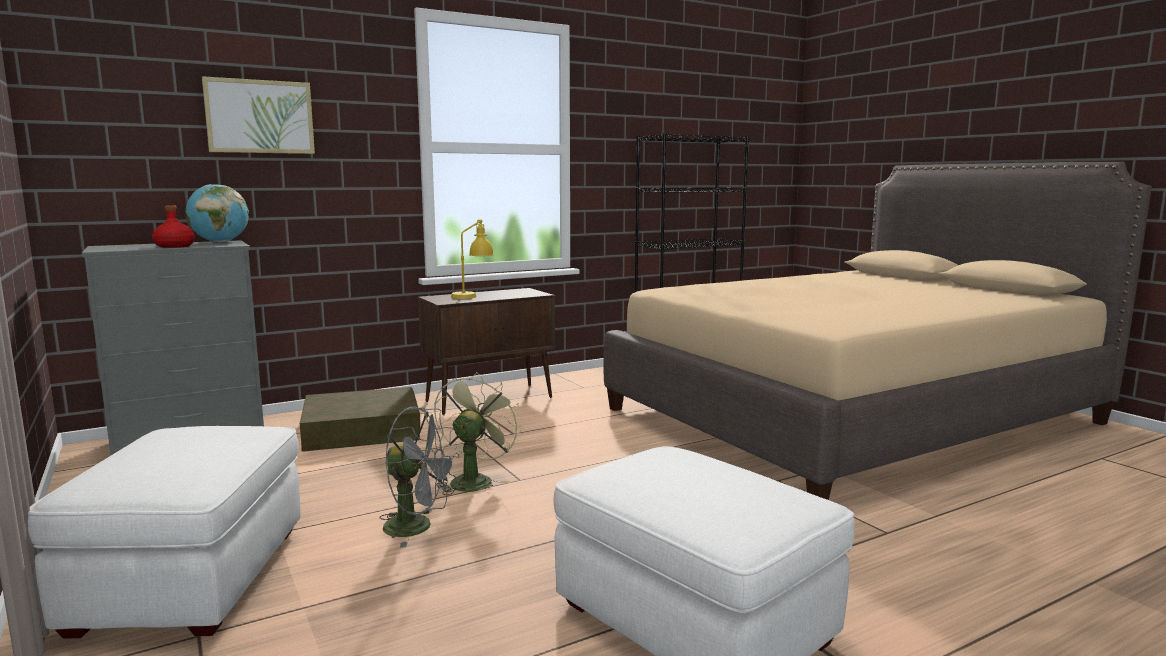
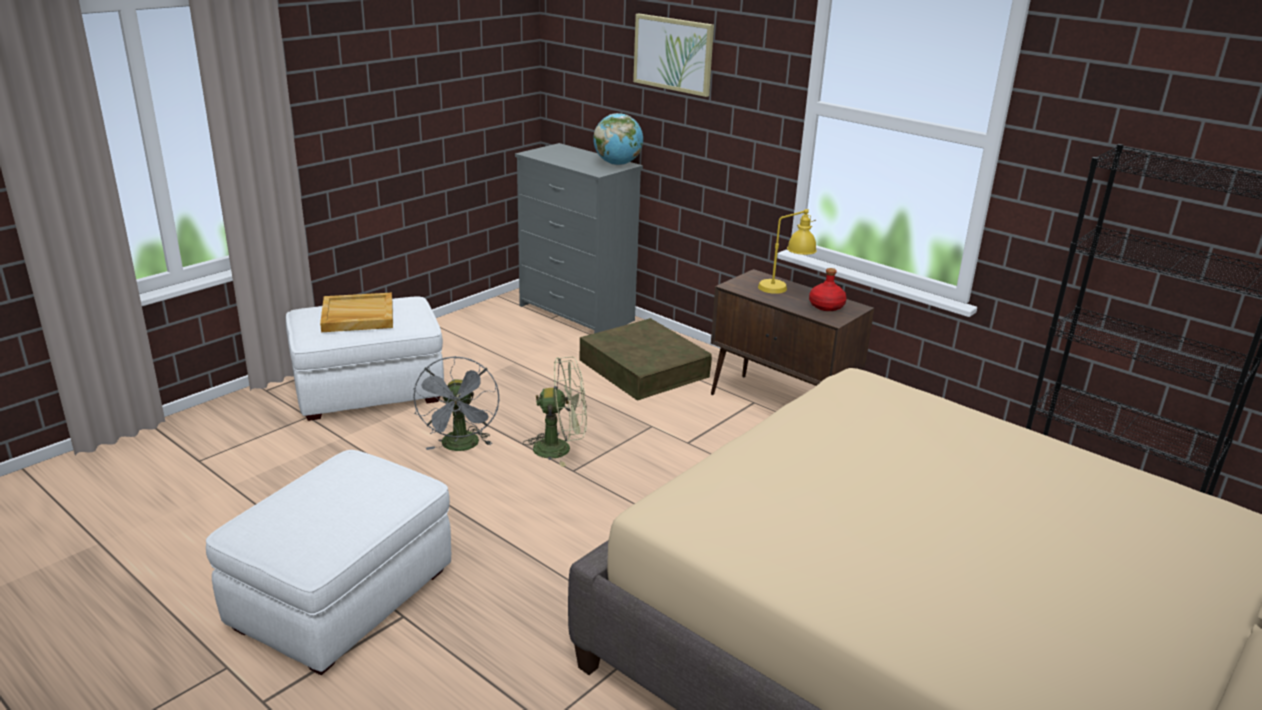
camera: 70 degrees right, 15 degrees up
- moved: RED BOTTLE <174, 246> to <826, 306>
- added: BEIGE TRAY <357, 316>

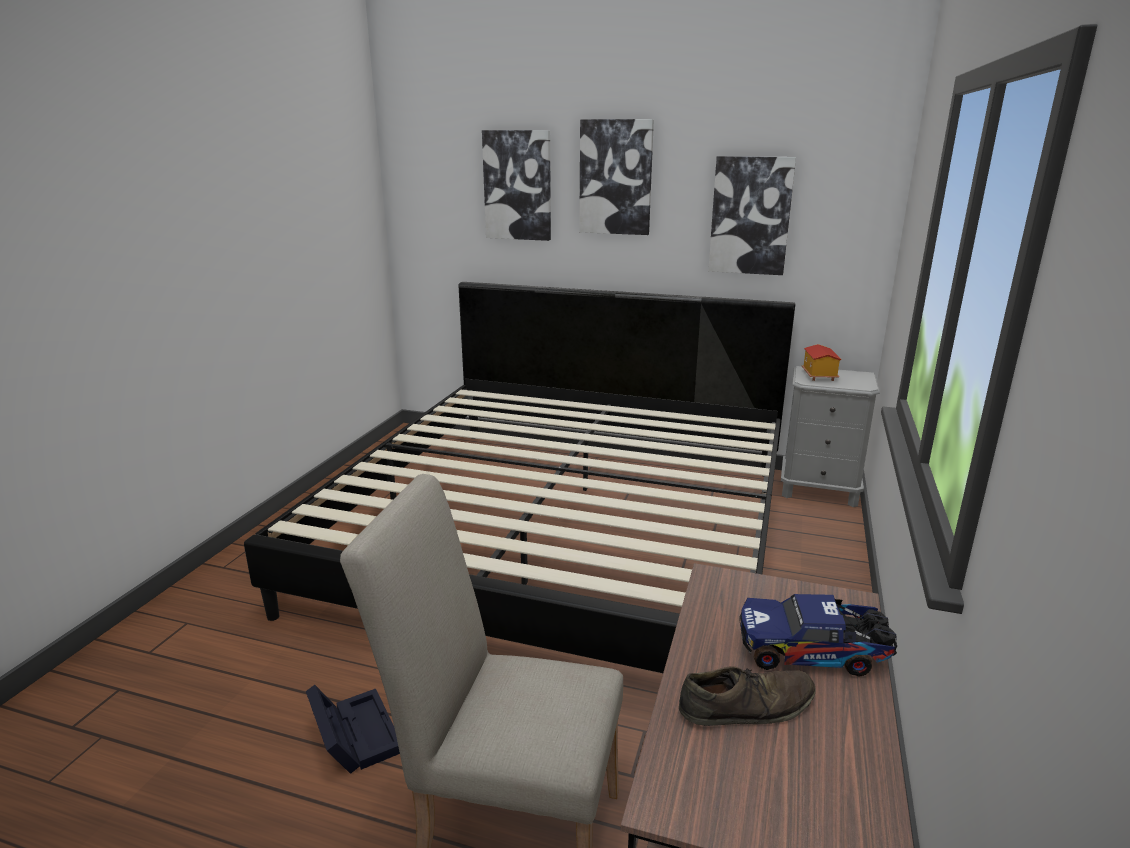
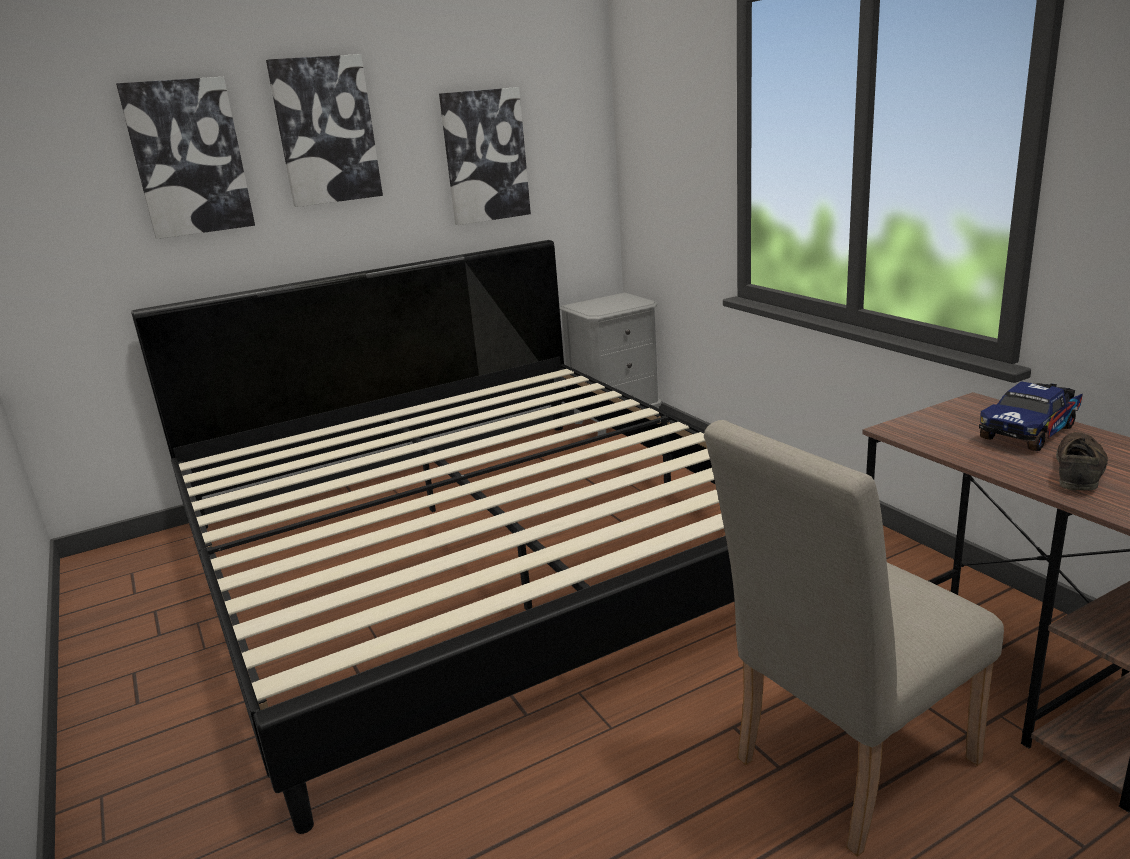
camera: 45 degrees left, 0 degrees up
- removed: TOY HOUSE <818, 375>
- removed: BLACK STORAGE BOX <354, 734>

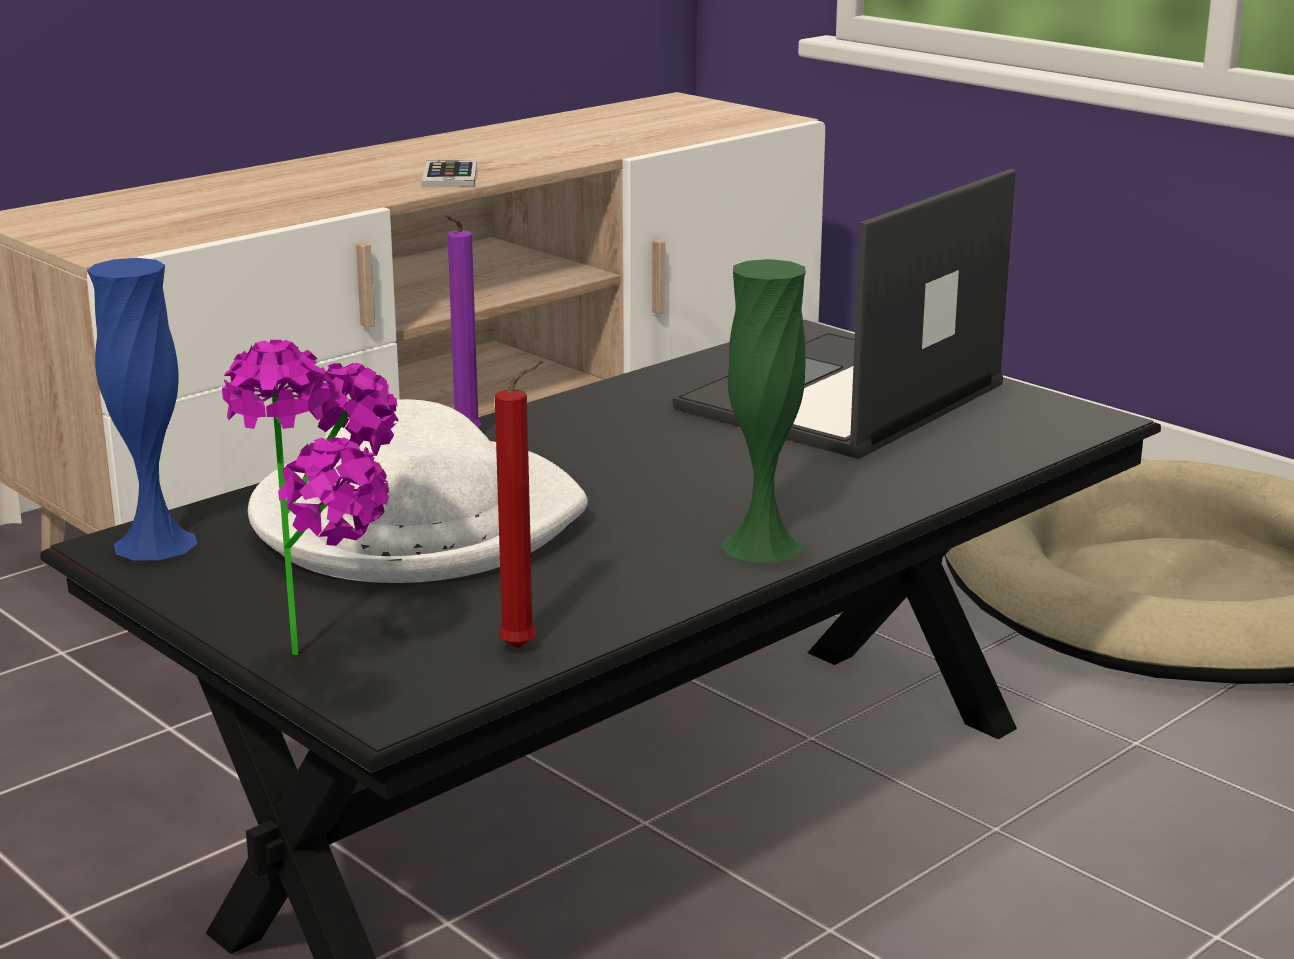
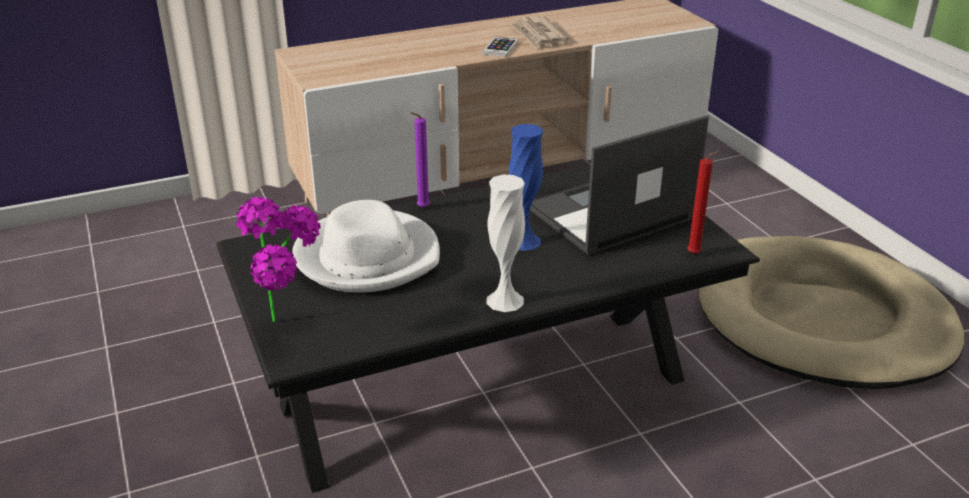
camera: 20 degrees right, 10 degrees up
- moved: BLUE VASE <155, 543> to <524, 241>
- recoloured: GREEN VASE <762, 546> to WHITE VASE <505, 300>
- moved: RED CANDLE <524, 648> to <696, 254>
- added: NEWSPAPER <538, 35>

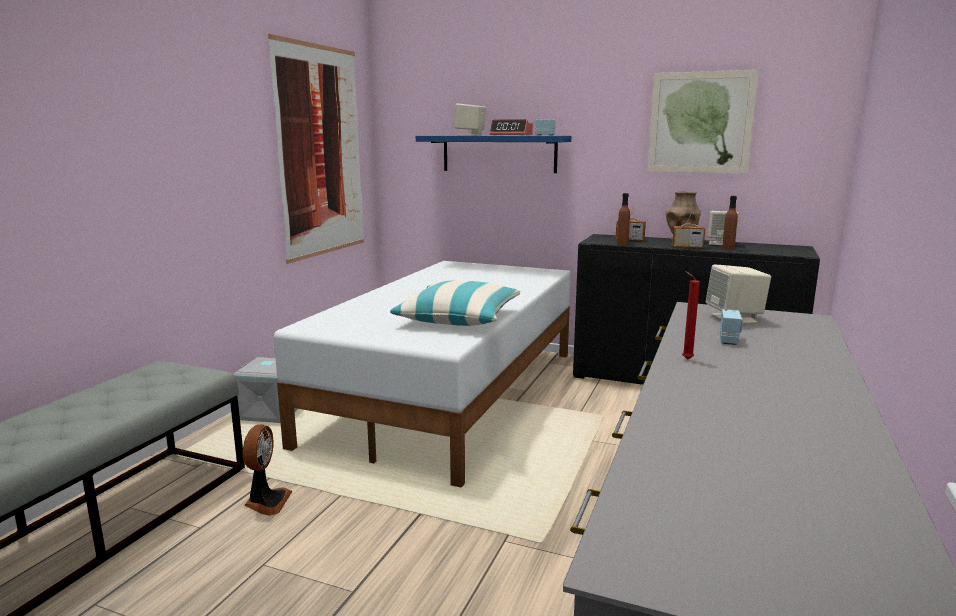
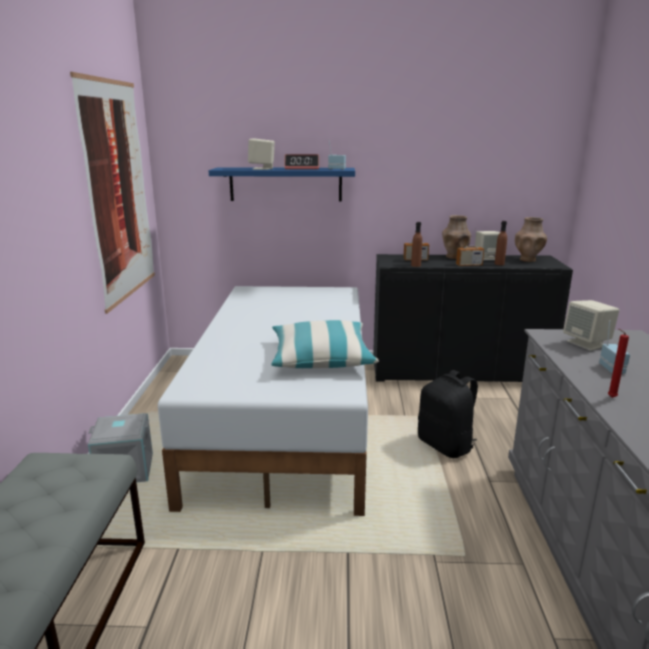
camera: 20 degrees left, 5 degrees up
- removed: PICTURE <700, 123>
- removed: FAN <266, 502>
- added: BROWN VASE <528, 260>
- added: BLACK BACKPACK <446, 445>

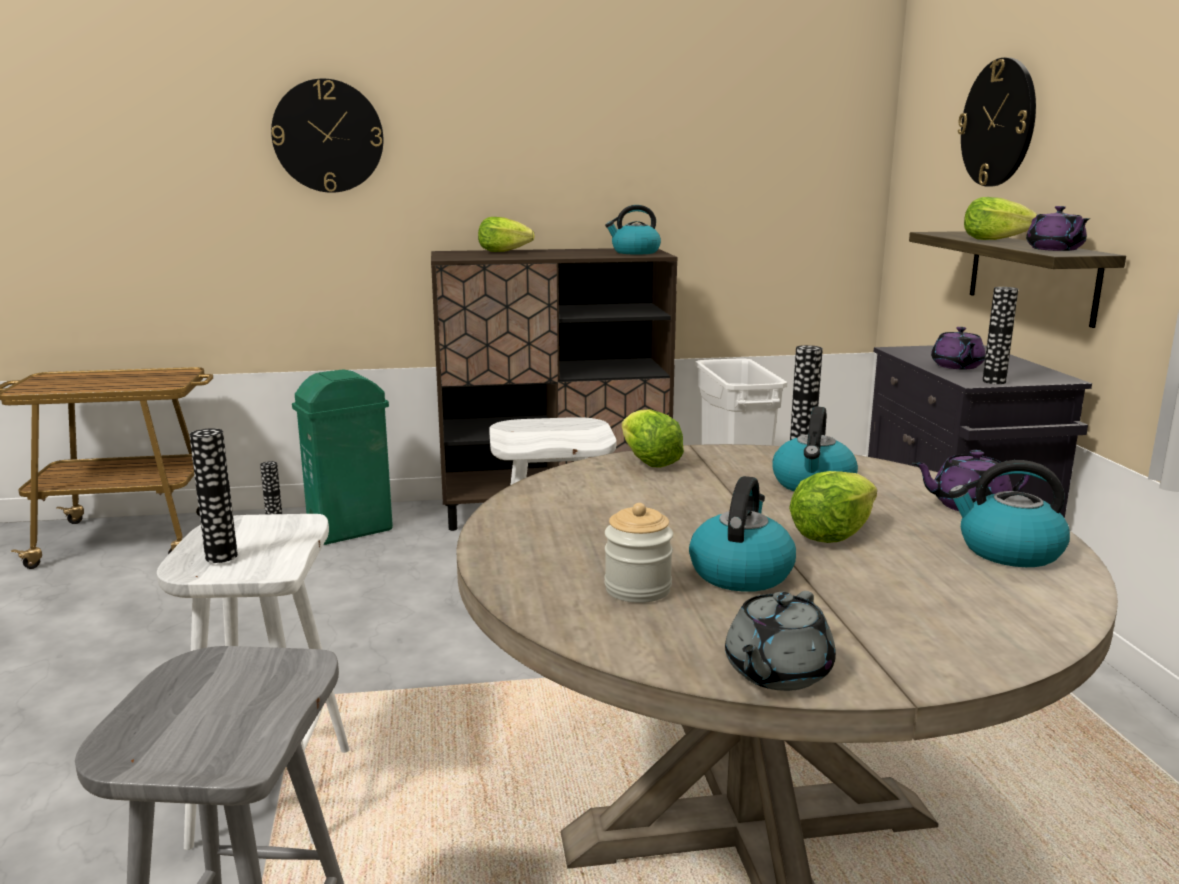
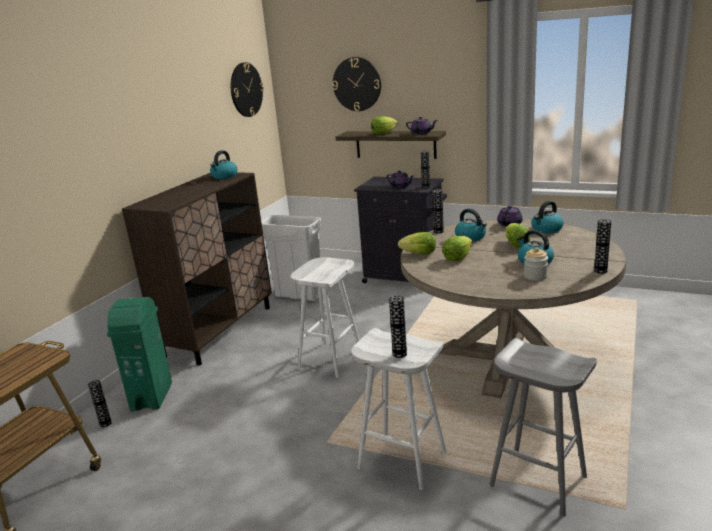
camera: 55 degrees left, 5 degrees up
- moved: WALL CLOCK <328, 136> to <246, 90>
- moved: LETTUCE <503, 252> to <457, 258>
- replaced: GREY TEAPOT <776, 672> to VASE <600, 271>

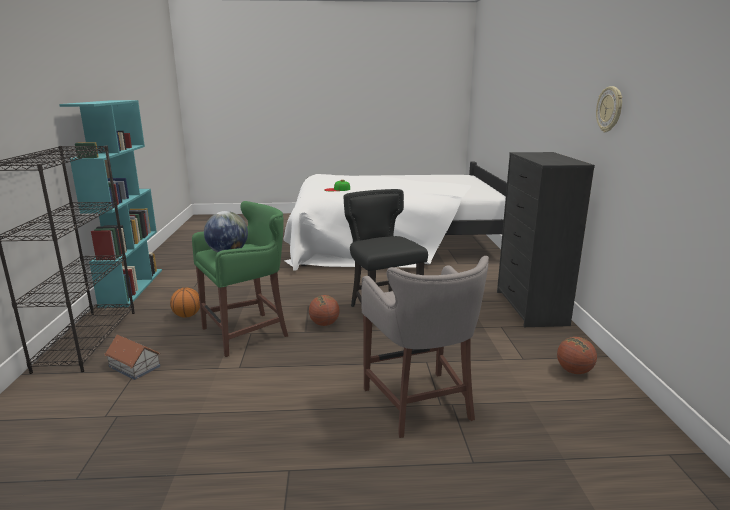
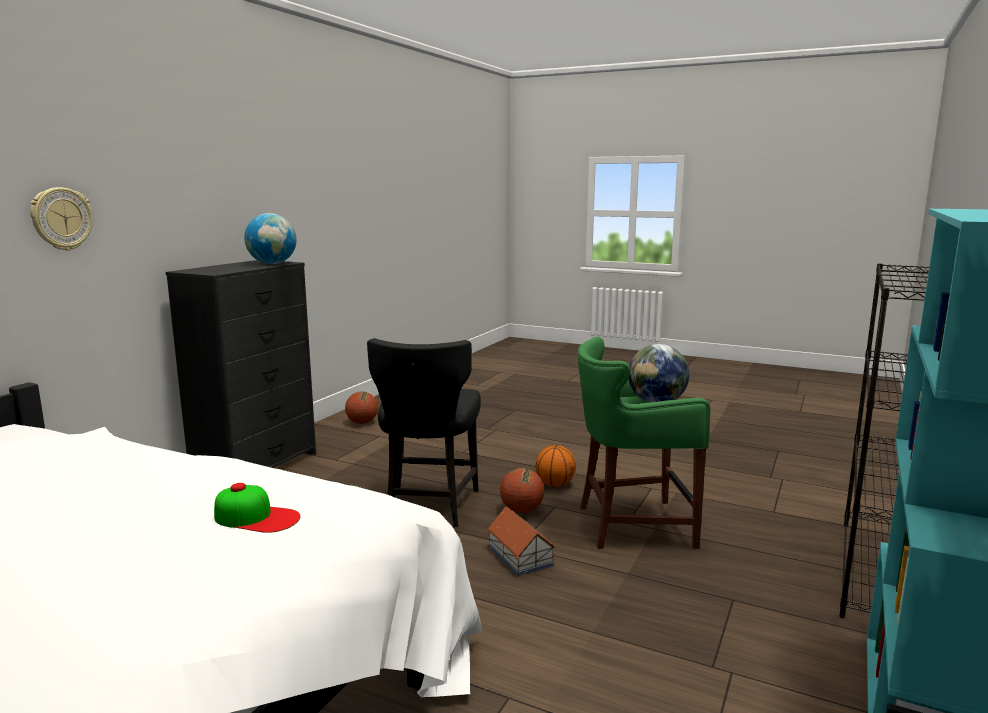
camera: 150 degrees left, 5 degrees down
- moved: WALL CLOCK <610, 109> to <61, 219>
- removed: GREY STOOL <420, 405>
- moved: BASKETBALL <187, 315> to <555, 484>
- moved: TOY HOUSE <134, 367> to <520, 556>
- added: GLOBE <272, 264>

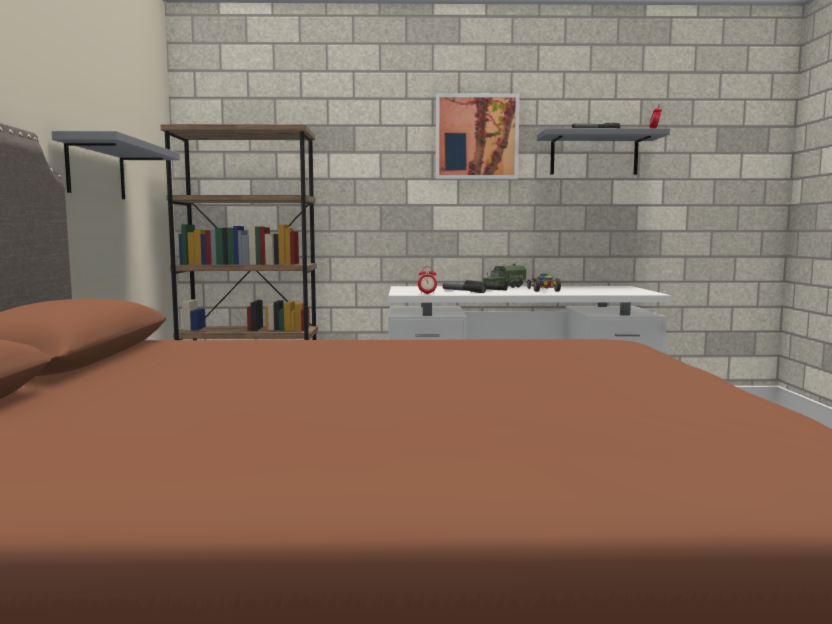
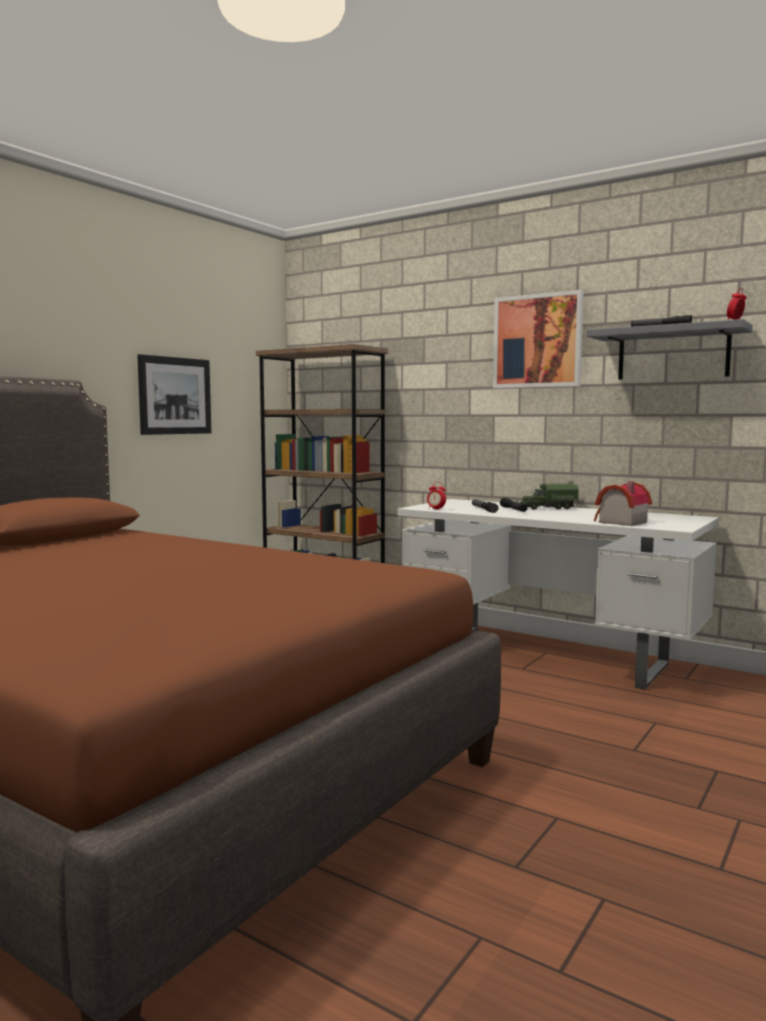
camera: 35 degrees right, 0 degrees up
- replaced: GREY SHELF <96, 169> to PICTURE <175, 395>
- removed: TOY CAR <543, 290>
- added: TOY HOUSE <619, 522>

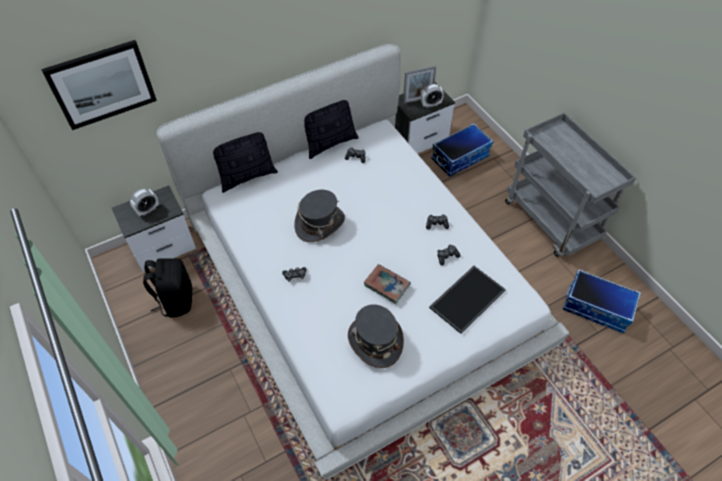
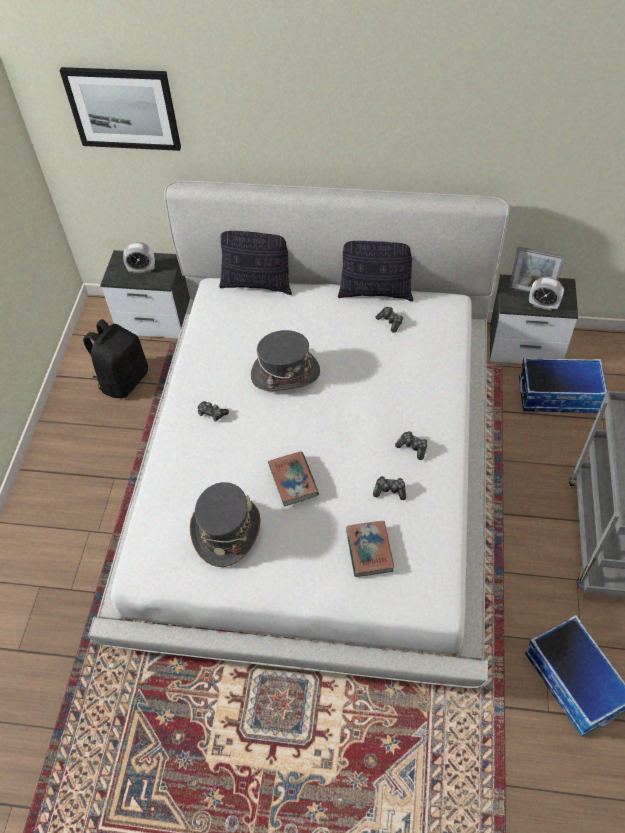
camera: 40 degrees right, 0 degrees up
- replaced: TRAY <467, 297> to BOOK <369, 550>

